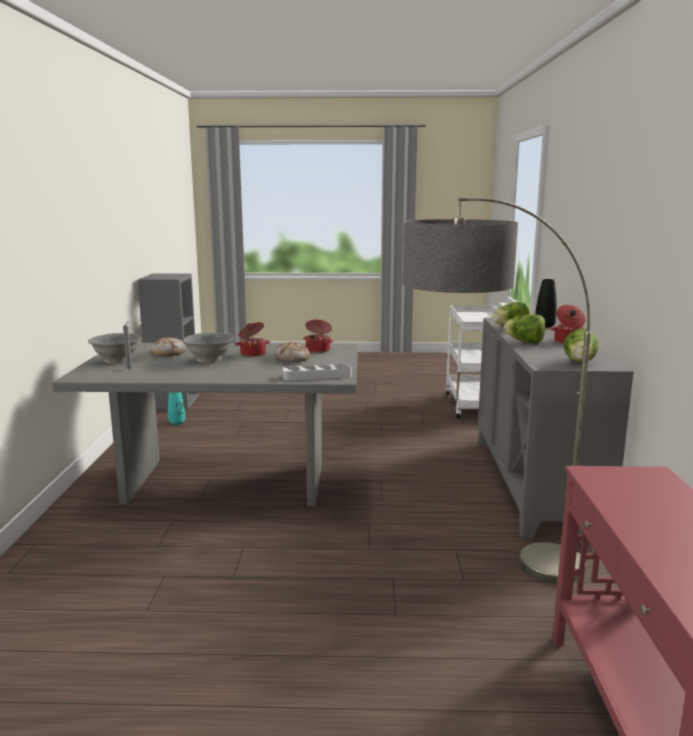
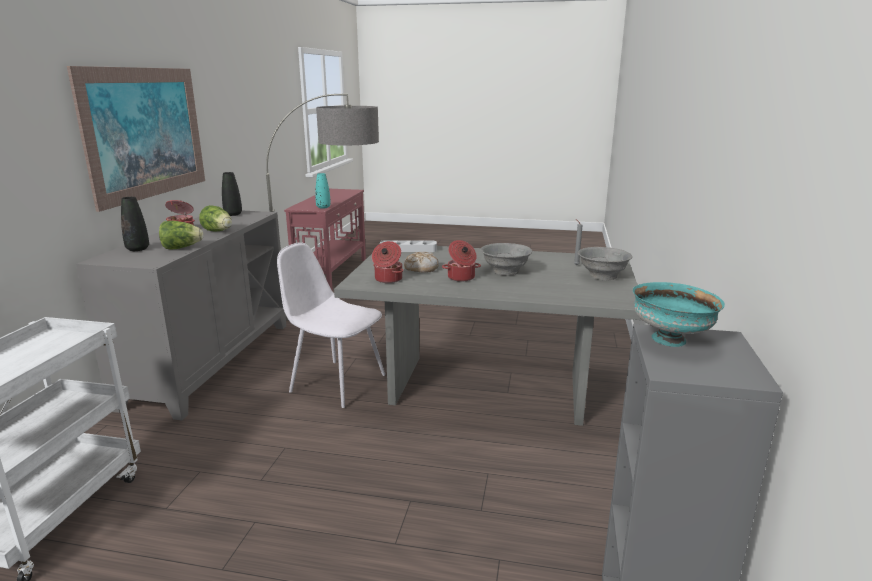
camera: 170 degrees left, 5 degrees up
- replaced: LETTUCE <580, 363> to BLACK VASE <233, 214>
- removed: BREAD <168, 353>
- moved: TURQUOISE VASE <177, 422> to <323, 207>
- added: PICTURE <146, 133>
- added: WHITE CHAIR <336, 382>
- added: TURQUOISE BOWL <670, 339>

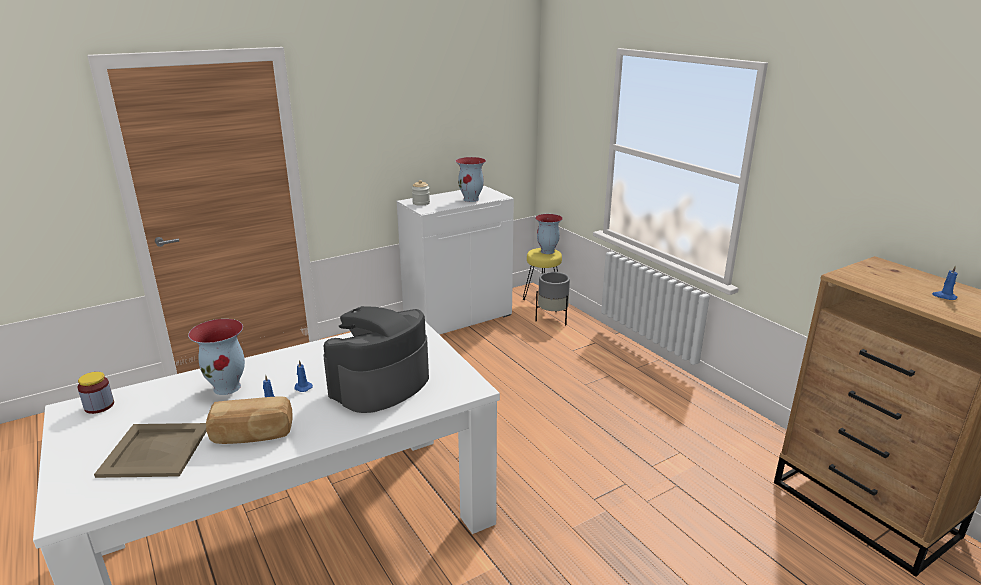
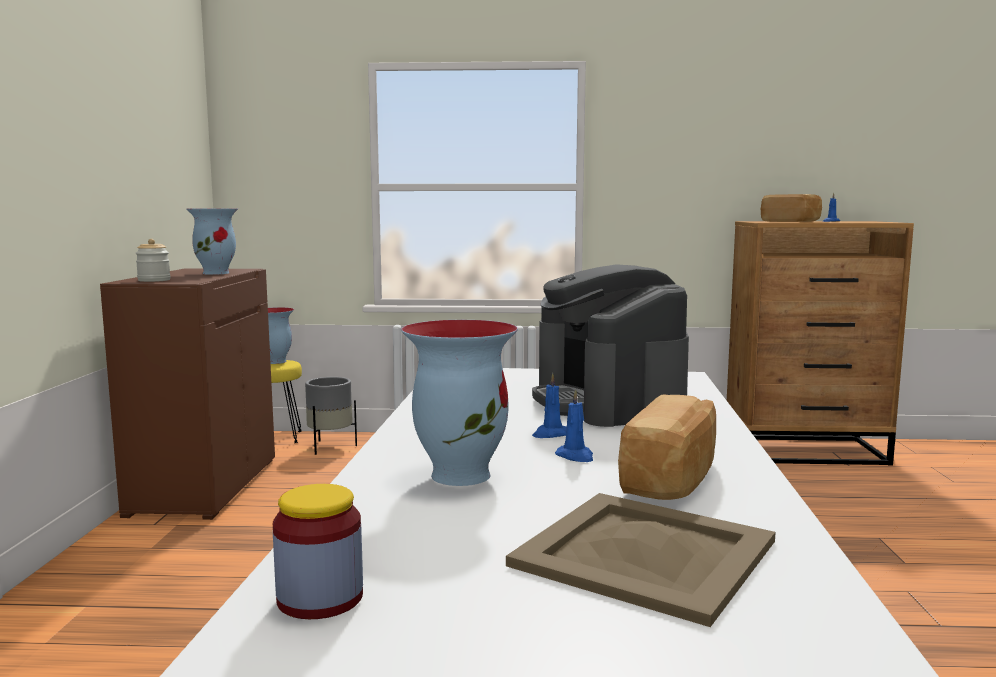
camera: 55 degrees left, 15 degrees down
- recoloured: WHITE CABINET <458, 317> to BROWN CABINET <203, 486>
- added: BREAD <790, 221>

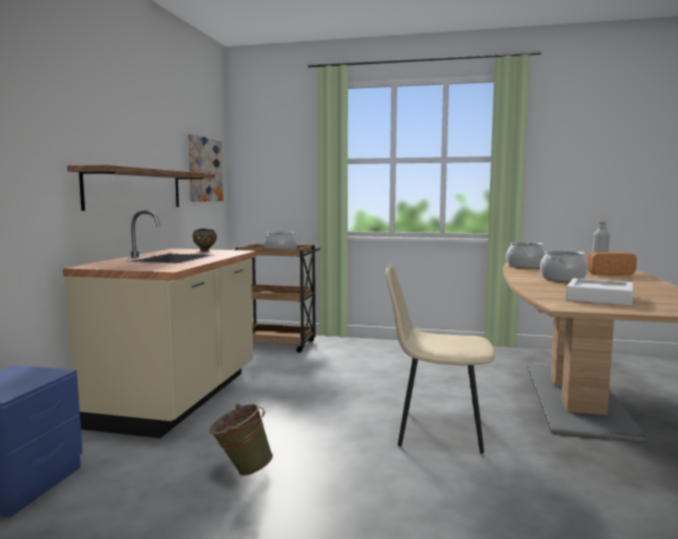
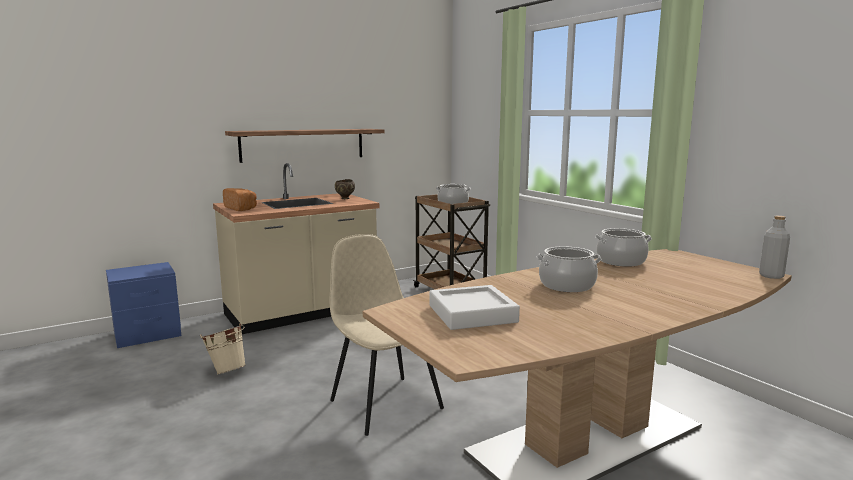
camera: 45 degrees right, 5 degrees up
- removed: PICTURE <204, 169>
- moved: BREAD <608, 273> to <241, 208>
- recoloured: GREEN BUCKET <241, 470> to BEIGE BUCKET <227, 371>

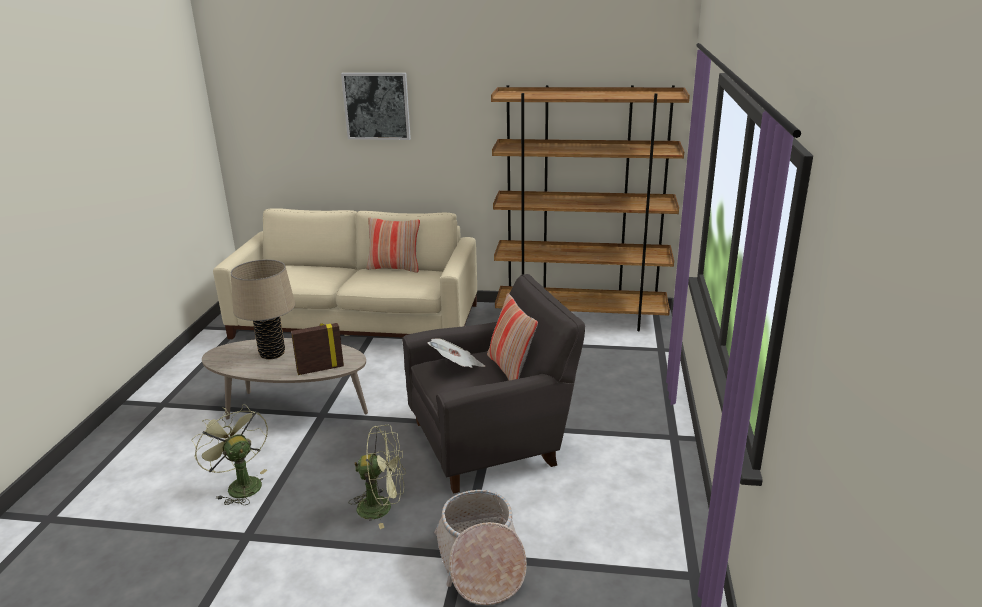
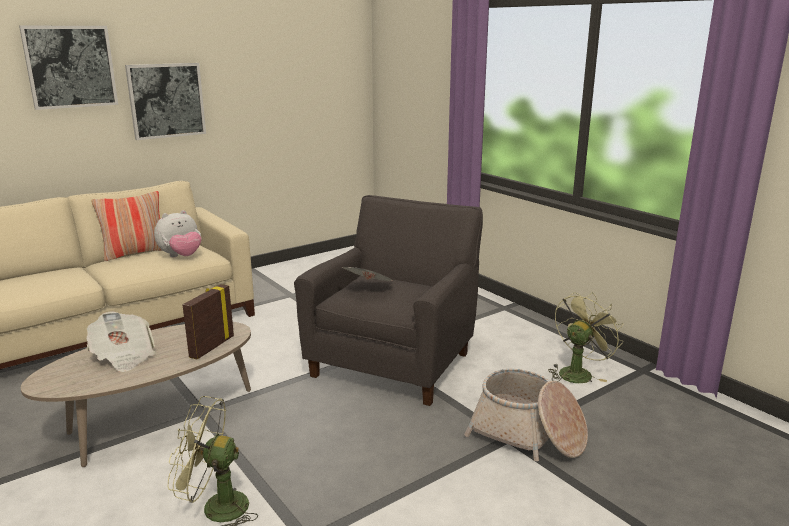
camera: 45 degrees left, 5 degrees down
- removed: BROWN BOOKCASE <581, 318>
- replaced: BEIGE TABLE LAMP <272, 354> to NEWSPAPER <123, 356>
- removed: PILLOW <510, 369>
- moved: GREEN FAN <382, 507> to <578, 372>
- added: PICTURE <166, 100>
- added: PLUSH TOY <181, 256>

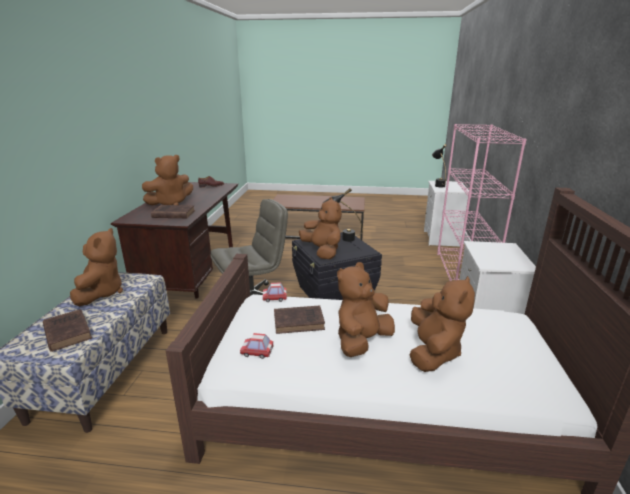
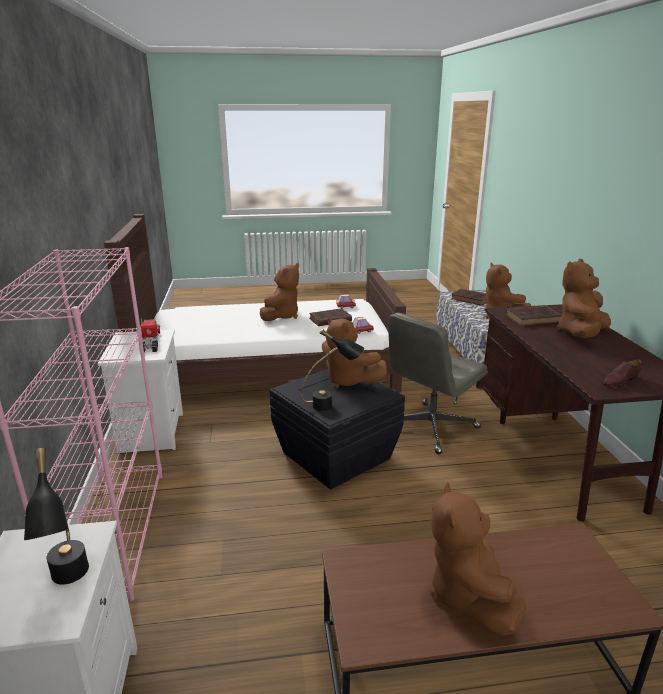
camera: 165 degrees right, 0 degrees up
- moved: BROWN PLUSH TOY <433, 352> to <468, 594>
- added: TOY TRUCK <150, 342>

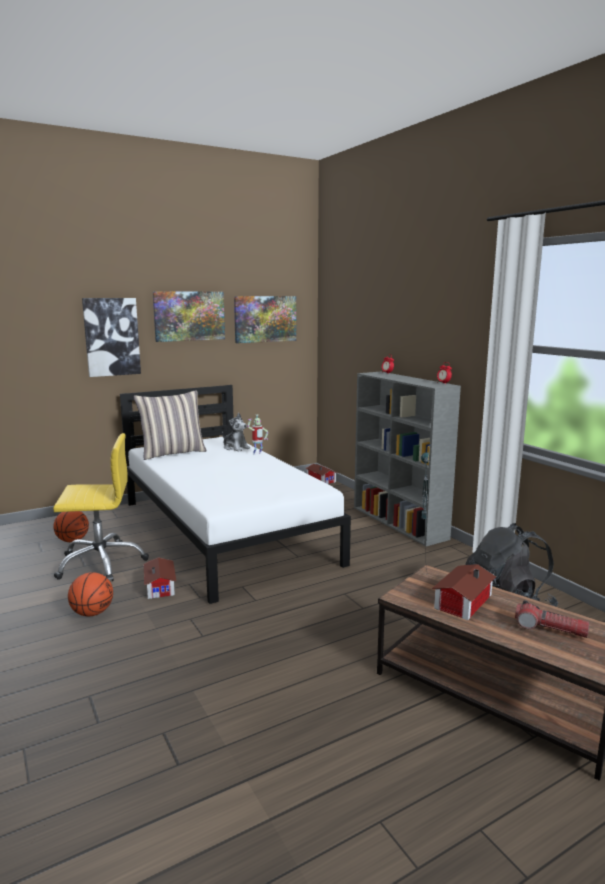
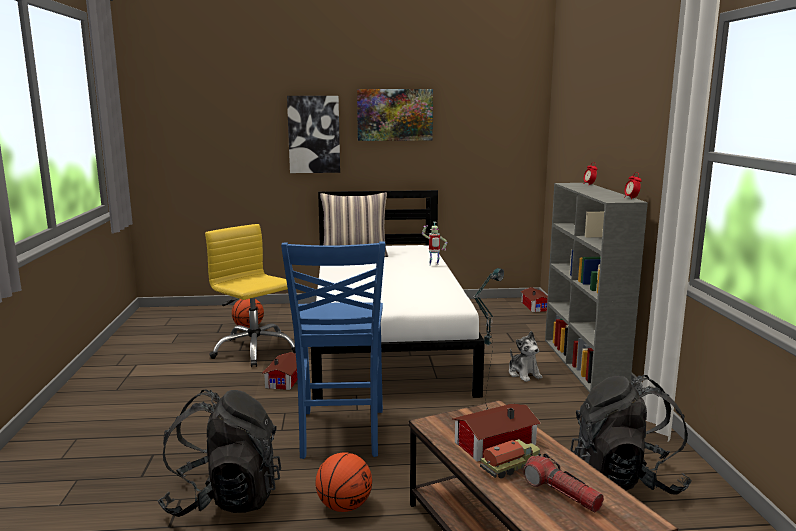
camera: 25 degrees right, 0 degrees up
- removed: PICTURE <265, 319>
- moved: PLUSH TOY <235, 448> to <524, 374>
- turned: YELLOW OFFICE CHAIR <101, 563> = <254, 350> 150 degrees counterclockwise
- moved: BASKETBALL <92, 613> to <344, 506>
- added: BLUE CHAIR <340, 434>
- added: BLACK BACKPACK <224, 499>
- added: TOY TRUCK <511, 467>

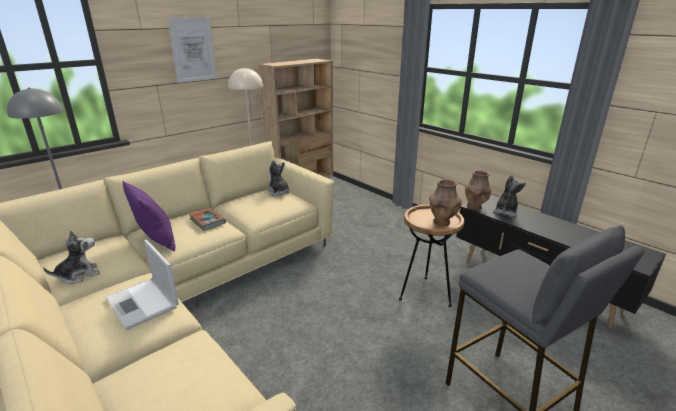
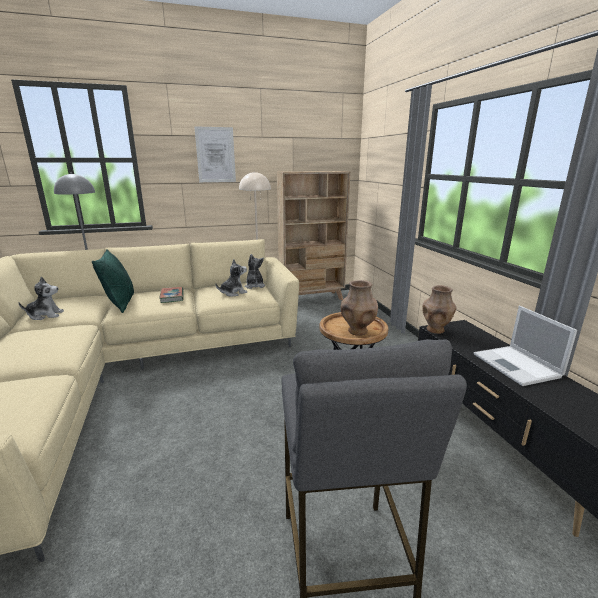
camera: 25 degrees right, 5 degrees down
- moved: PLUSH TOY <505, 211> to <233, 293>
- recoloured: PURPLE PILLOW <156, 241> to GREEN PILLOW <121, 303>
- moved: LAPTOP <143, 303> to <517, 366>

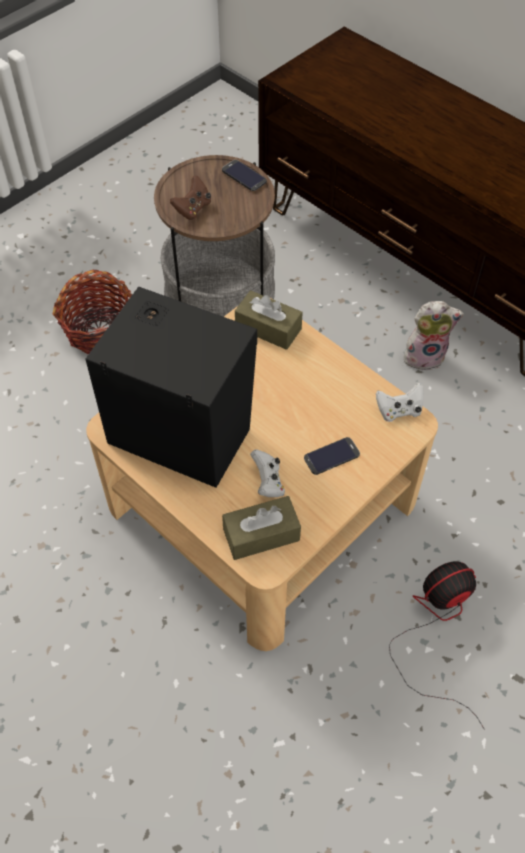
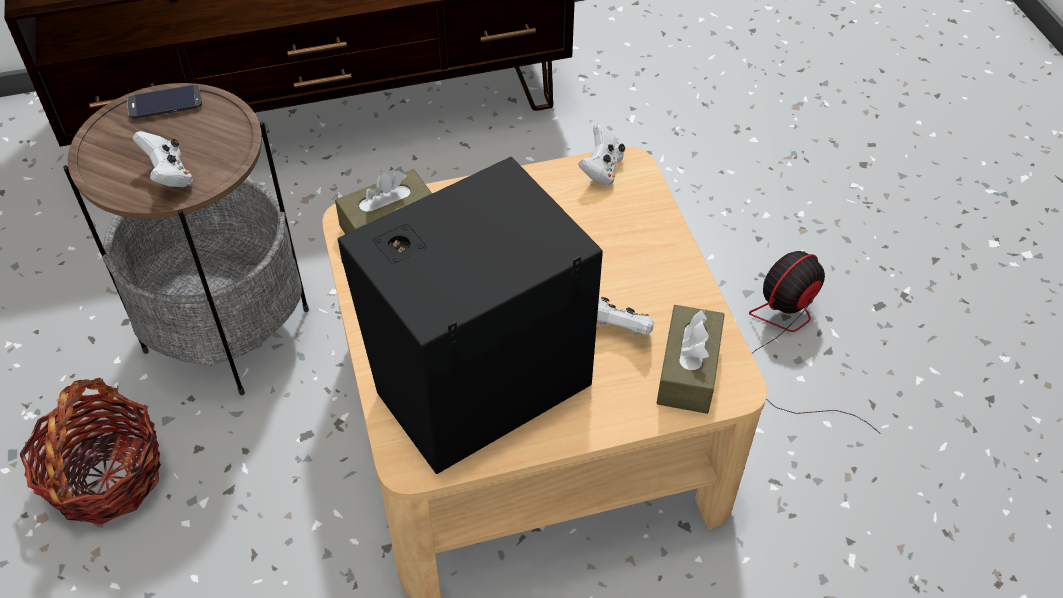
camera: 60 degrees left, 5 degrees down
- recoloured: BROWN GAME CONTROLLER <193, 209> to WHITE GAME CONTROLLER <169, 175>
- removed: PLUSH TOY <425, 356>
- removed: PHONE <332, 456>
- turned: FAN <437, 627> = <787, 340> 45 degrees clockwise

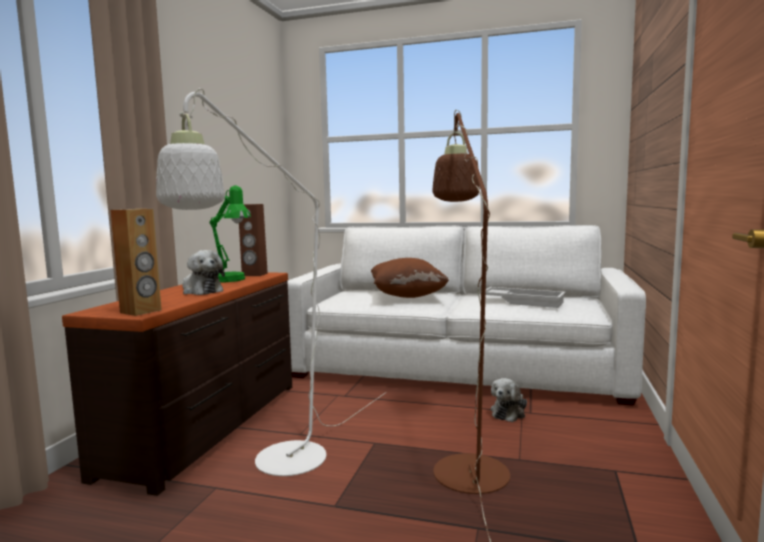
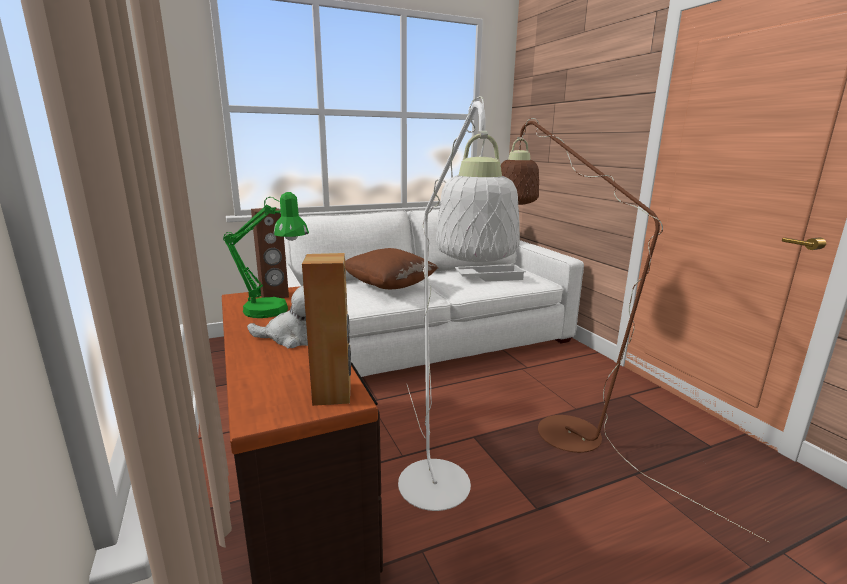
camera: 40 degrees left, 10 degrees up
- removed: PLUSH TOY <509, 412>

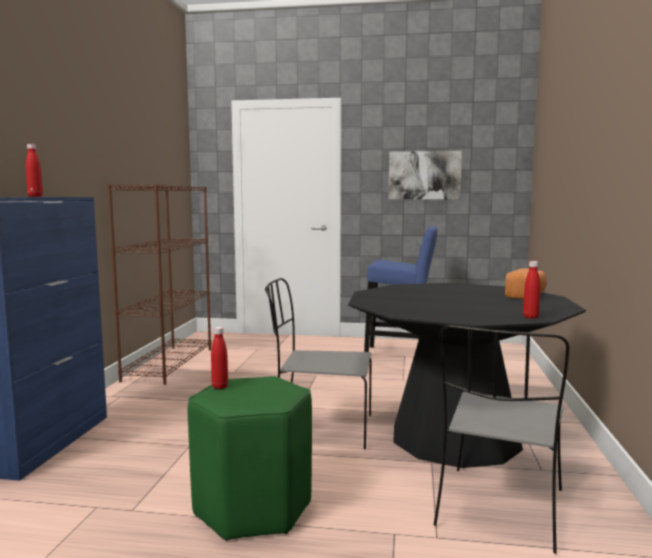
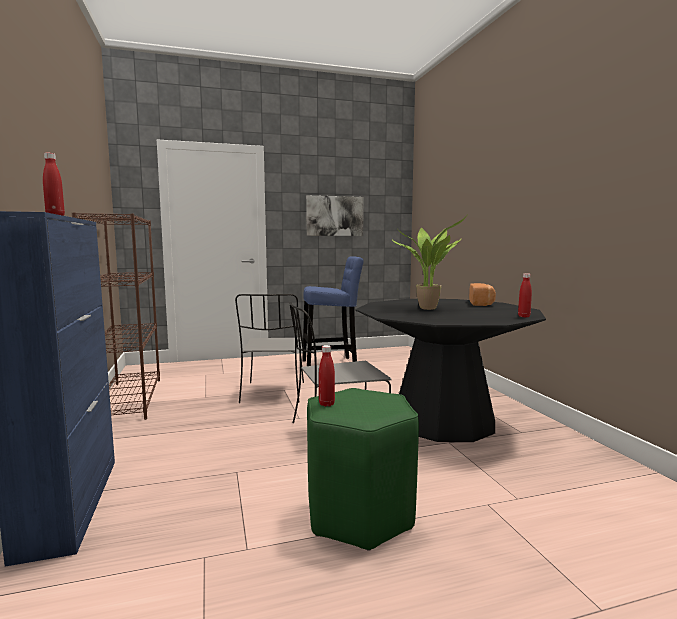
camera: 25 degrees left, 0 degrees up
- moved: GREY CHAIR <500, 509> to <273, 393>
- added: POTTED PLANT <429, 308>

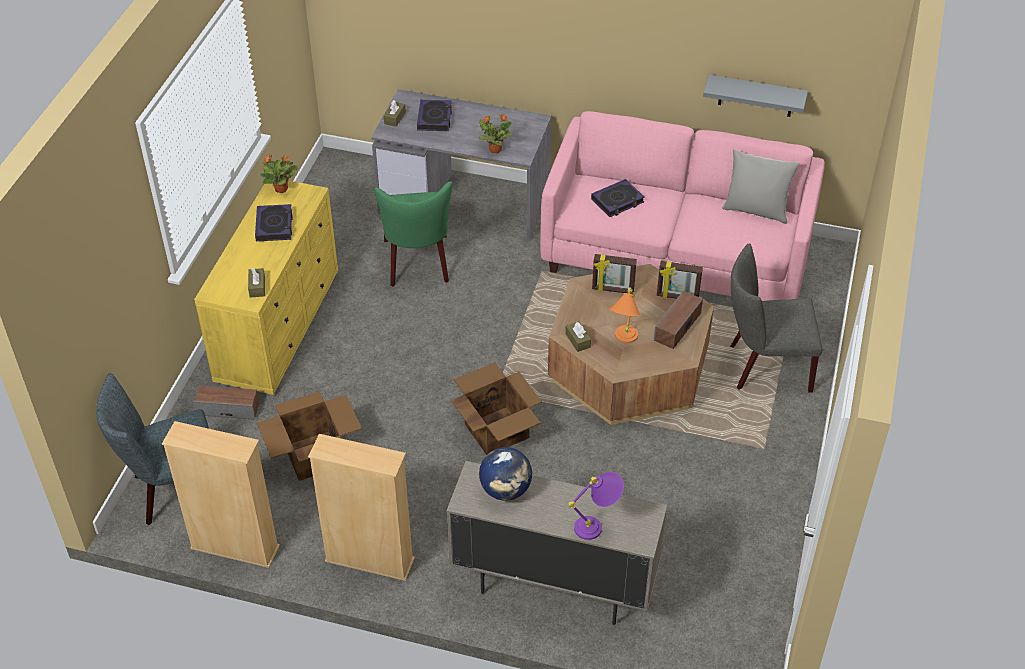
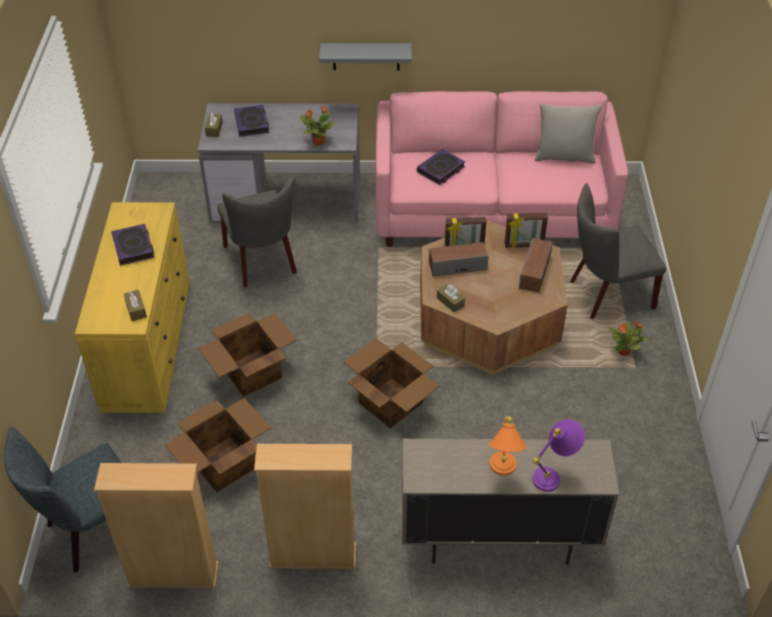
camera: 15 degrees left, 0 degrees up
- moved: GREY SHELF <756, 96> to <366, 56>
- moved: POTTED PLANT <282, 189> to <624, 351>
- recoloured: GREEN CHAIR <418, 264> to GREY CHAIR <262, 262>
- moved: ORANGE TABLE LAMP <623, 341> to <502, 472>
- moved: SPEAKER <228, 408> to <457, 266>
- removed: GLOBE <506, 490>
- added: CARDBOARD BOX <251, 372>

